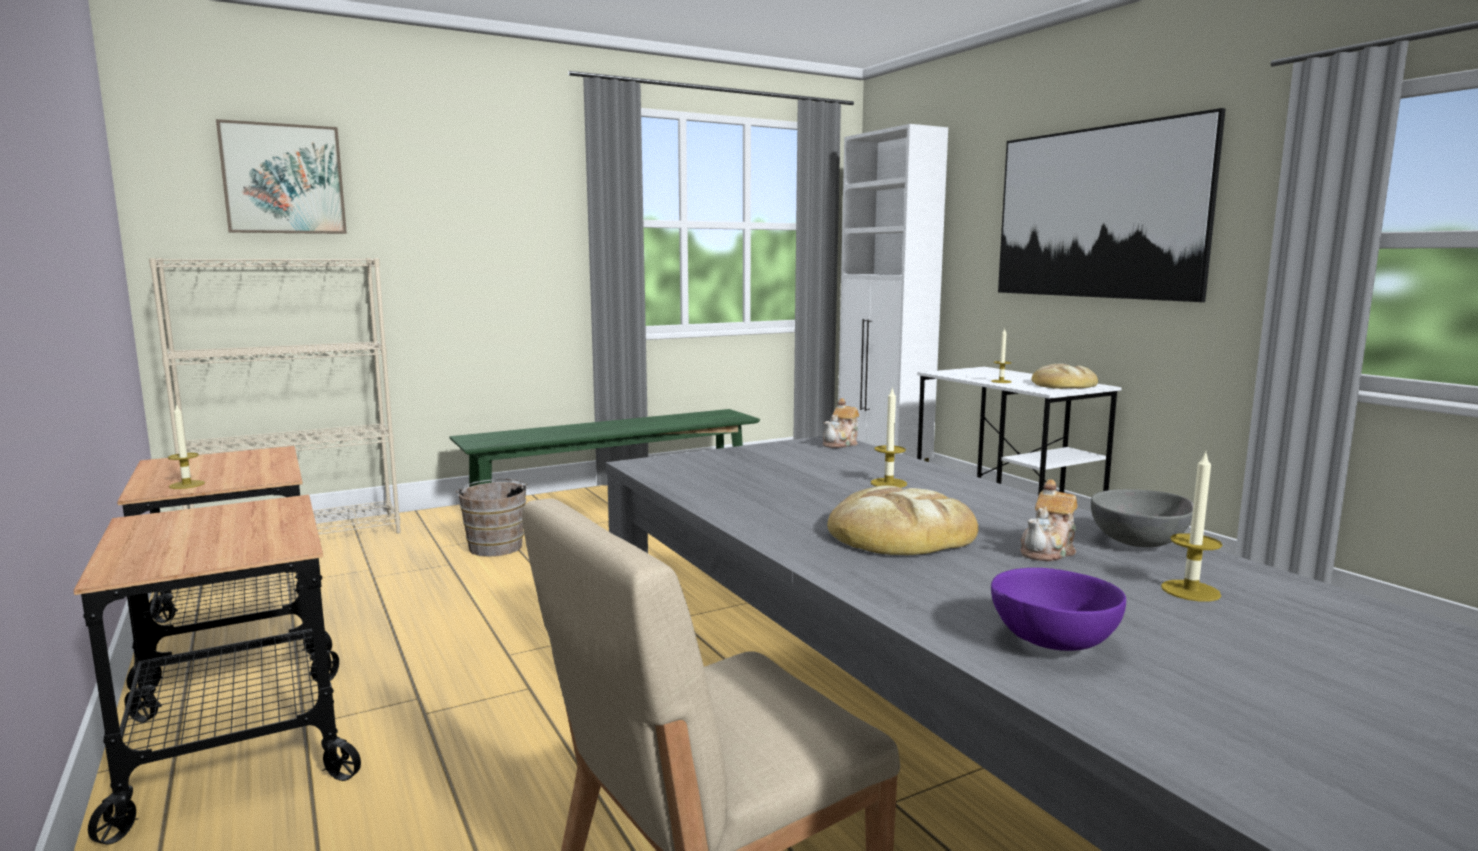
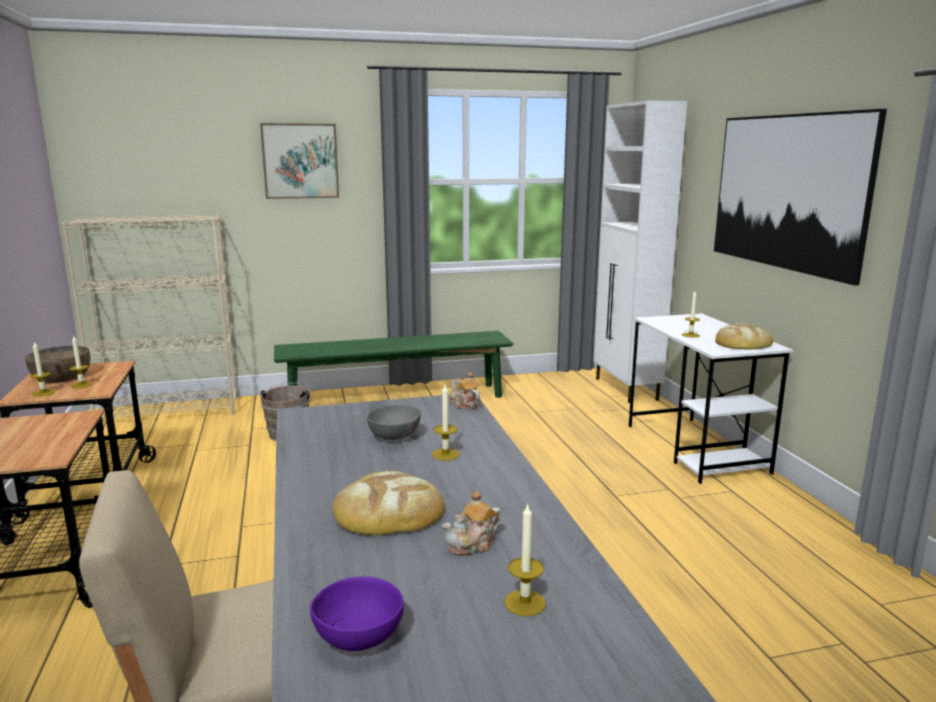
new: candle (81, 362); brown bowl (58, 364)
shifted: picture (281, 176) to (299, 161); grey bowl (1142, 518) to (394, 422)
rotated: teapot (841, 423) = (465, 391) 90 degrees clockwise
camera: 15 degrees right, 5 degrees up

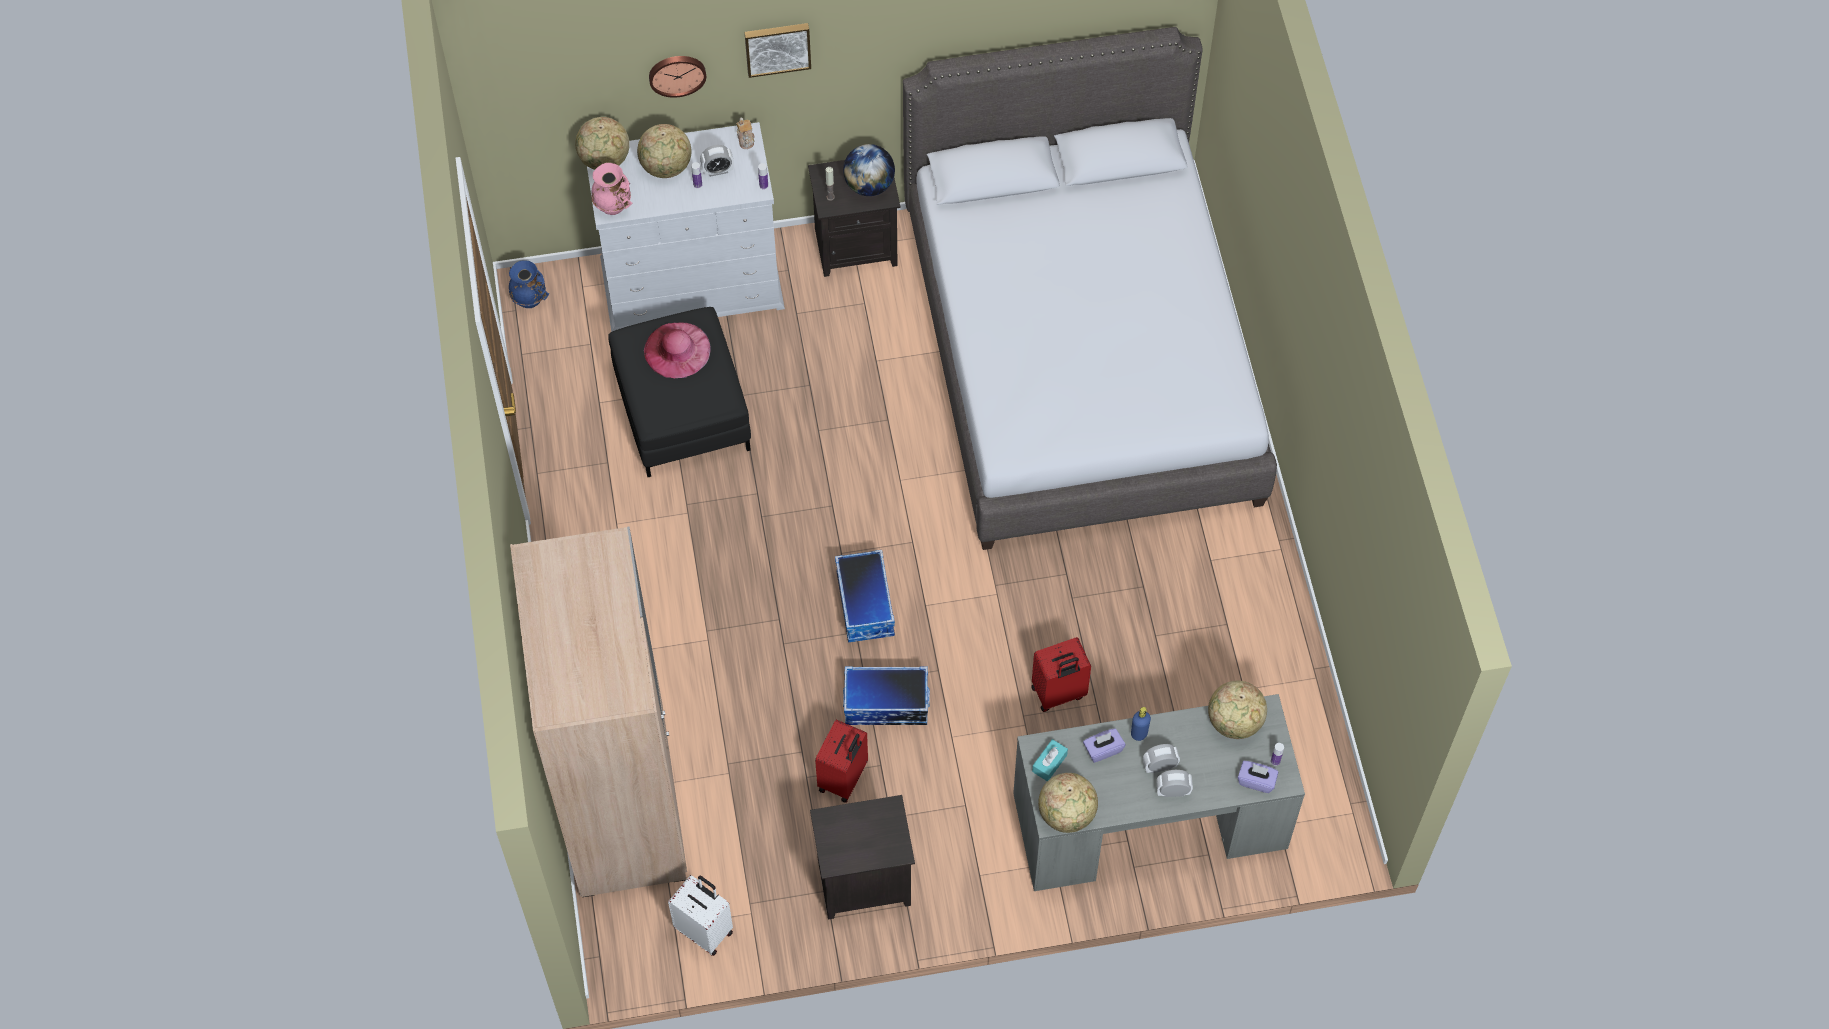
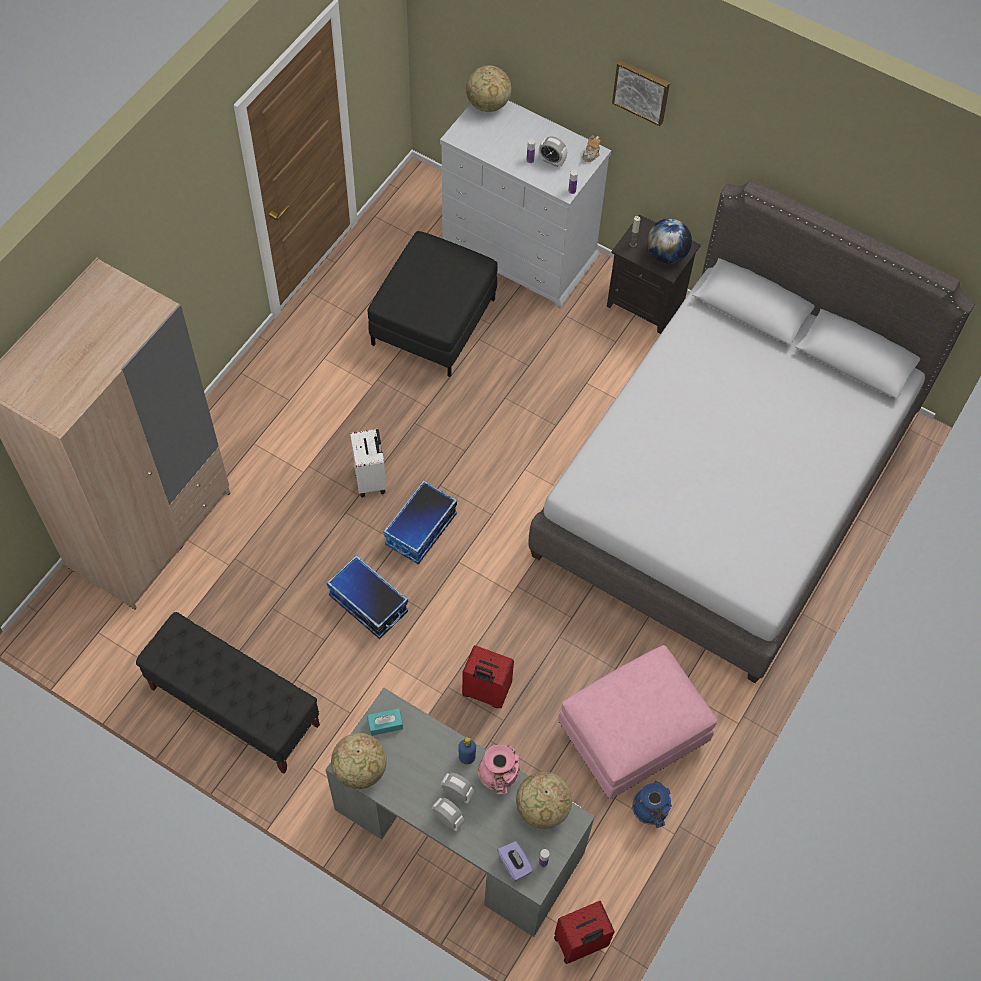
gone: wall clock (677, 77); globe (664, 151); pink hat (677, 350); purple tissue box (1104, 745)
new: pink ottoman (637, 722)
shifted: pink vase (611, 189) to (499, 769); blue vase (529, 284) to (652, 804); red suitcase (841, 761) to (584, 932); white suitcase (700, 915) to (368, 463)
swapped: black nightstand (862, 857) to black bench (228, 693)
camera: 40 degrees right, 0 degrees up

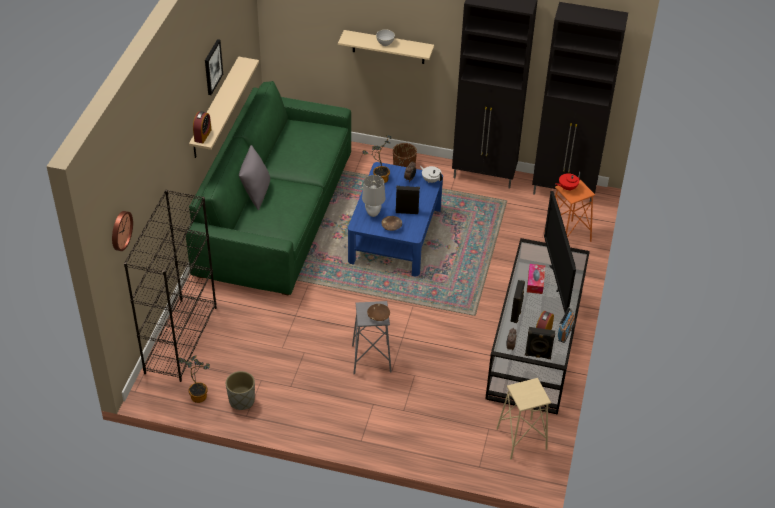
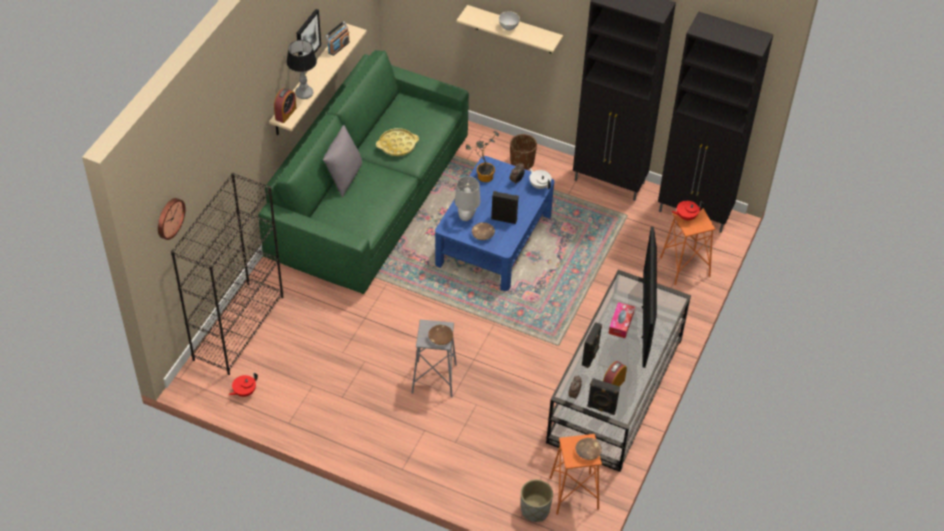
new: table lamp (301, 69); yellow tray (397, 142); brown bowl (588, 449)
shifted: radio (566, 325) to (337, 38); grey planter (240, 390) to (537, 500)
swapped: potted plant (194, 379) to red teapot (243, 385)
repainted: beige stool (523, 418) to orange stool (576, 474)
camera: 10 degrees right, 5 degrees up

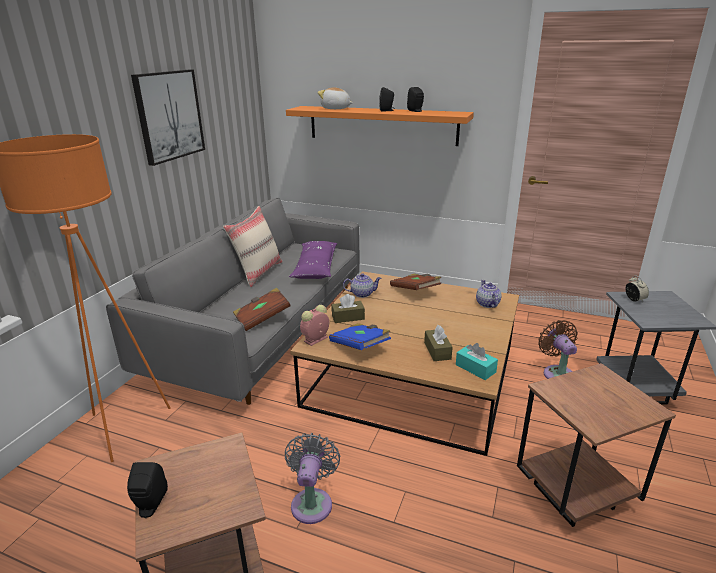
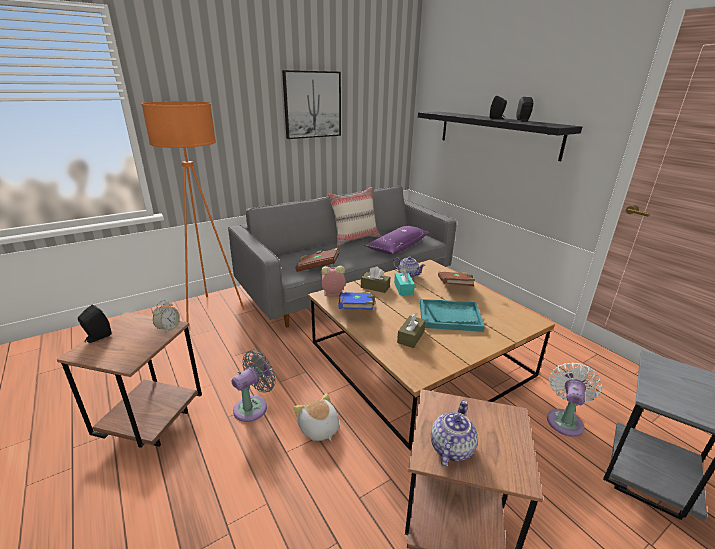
new: turquoise tray (452, 315)
shifted: plush toy (335, 98) to (316, 417); alarm clock (637, 288) to (166, 316); teapot (489, 294) to (454, 433); turquoise tissue box (477, 361) to (404, 281)
repainted: orange shelf (380, 126) to black shelf (500, 136); brown fan (558, 349) to white fan (574, 399)
camera: 35 degrees right, 0 degrees up

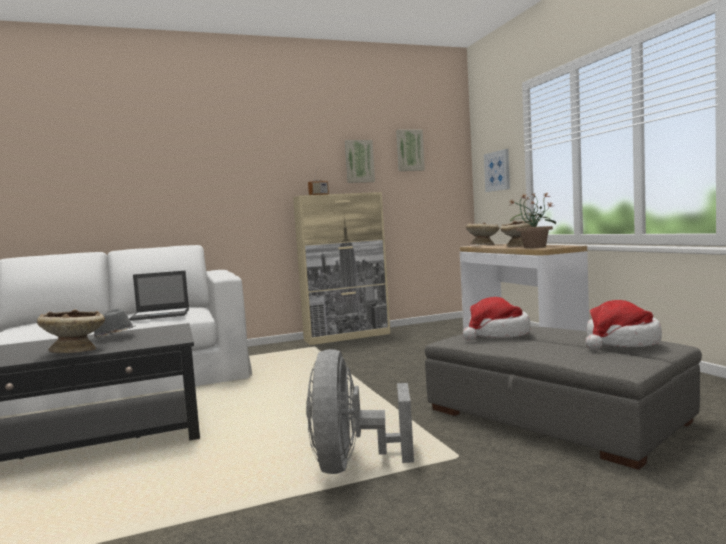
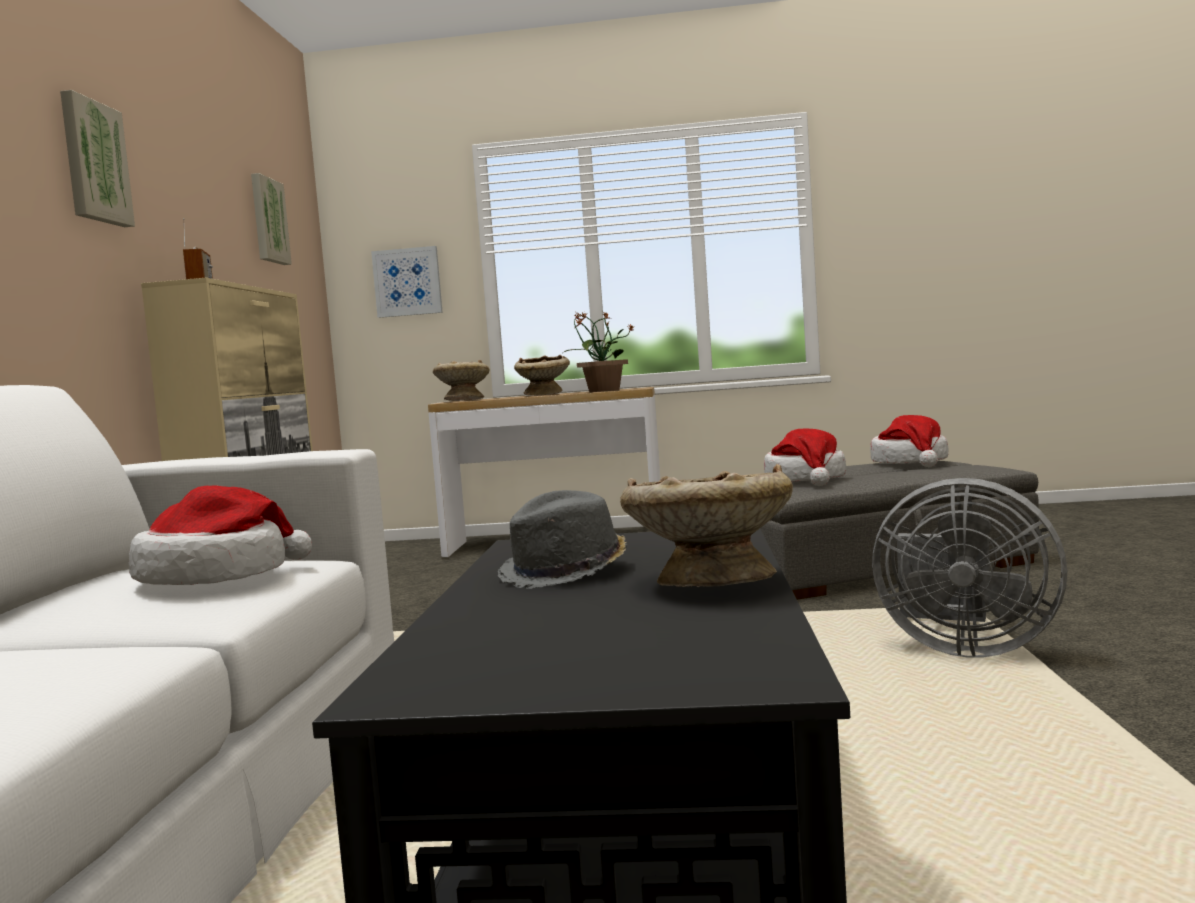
shifted: picture (360, 161) to (97, 158)
swapped: laptop (159, 296) to hat (220, 535)
camera: 65 degrees left, 0 degrees up

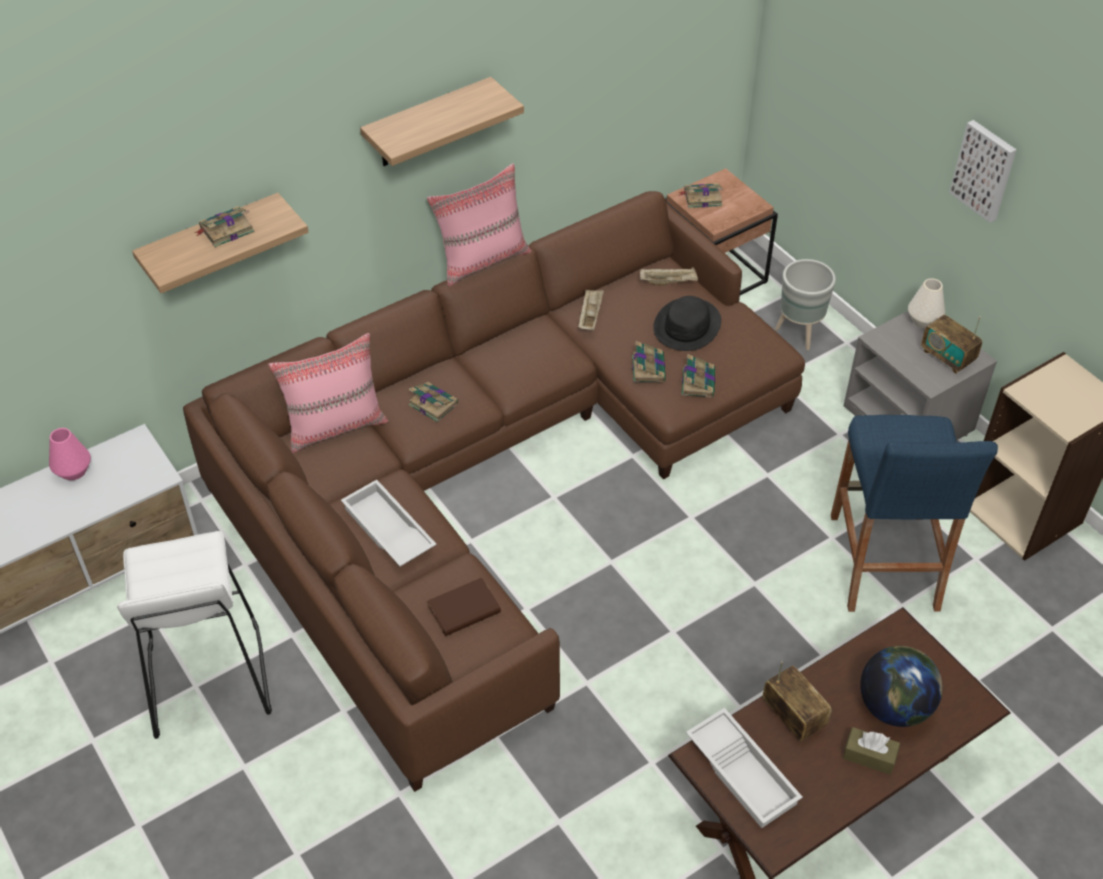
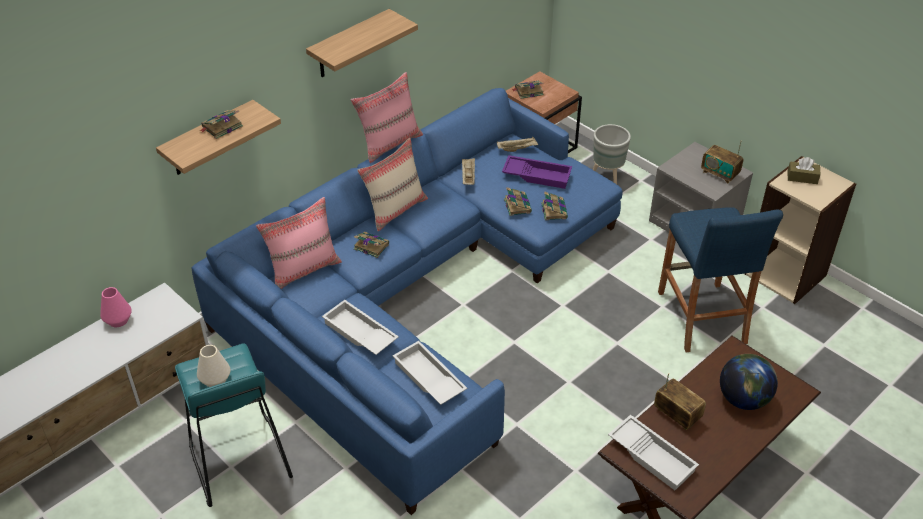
gone: picture (983, 171)
new: beige pillow (392, 185)
shifted: white vase (926, 303) to (213, 366); brown tissue box (871, 751) to (804, 170)
swapped: black hat (687, 323) to purple tray (537, 172); brown book (464, 607) to white tray (430, 373)
repainted: brown sofa (494, 491) to blue sofa (407, 301); white stool (194, 635) to turquoise stool (234, 425)
camera: 10 degrees left, 5 degrees down

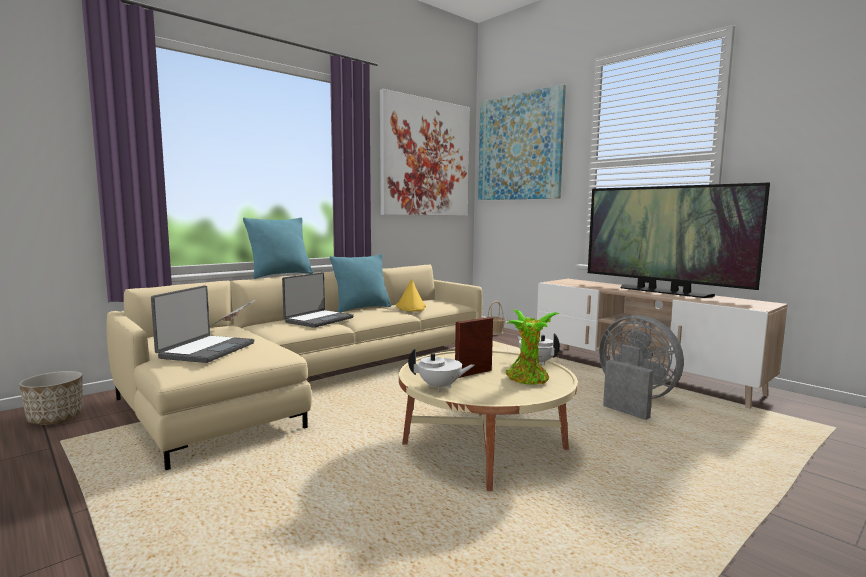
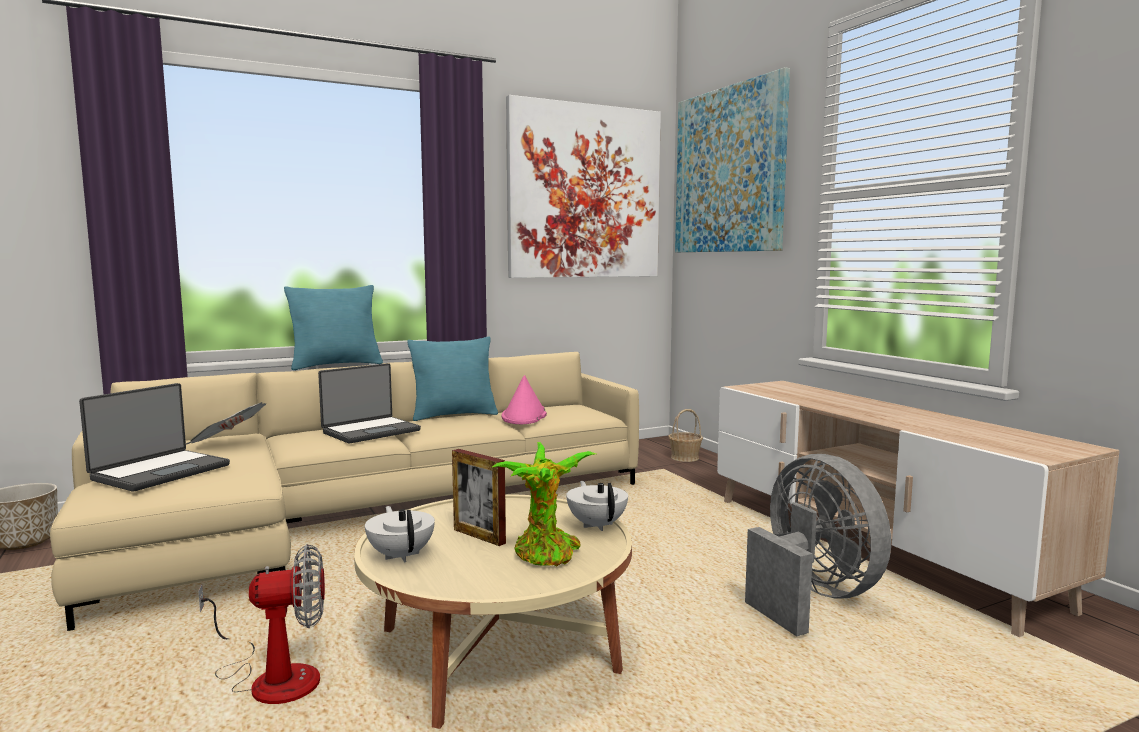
gone: television (679, 240)
new: fan (261, 624)
repainted: yellow hat (411, 295) to pink hat (524, 399)
rotated: picture frame (474, 347) = (479, 497) 120 degrees counterclockwise; white teapot (441, 369) = (400, 534) 135 degrees counterclockwise
camera: 15 degrees right, 0 degrees up

